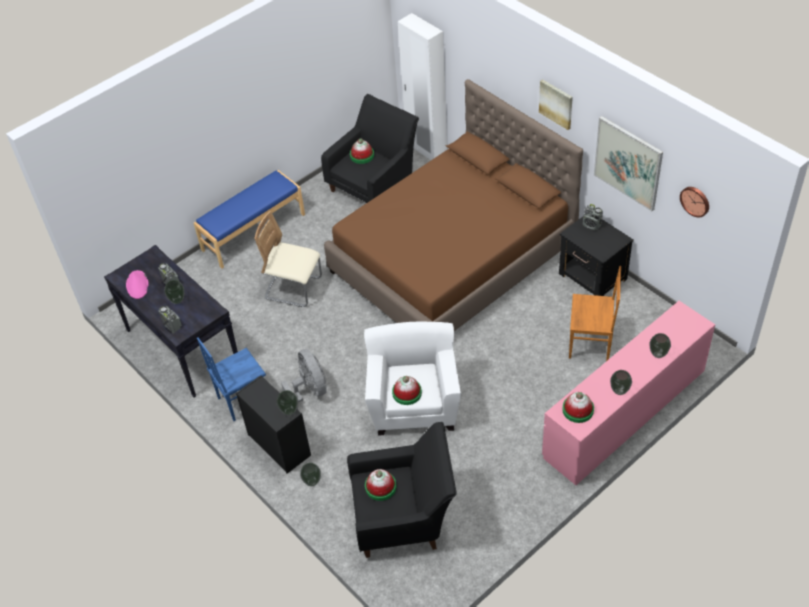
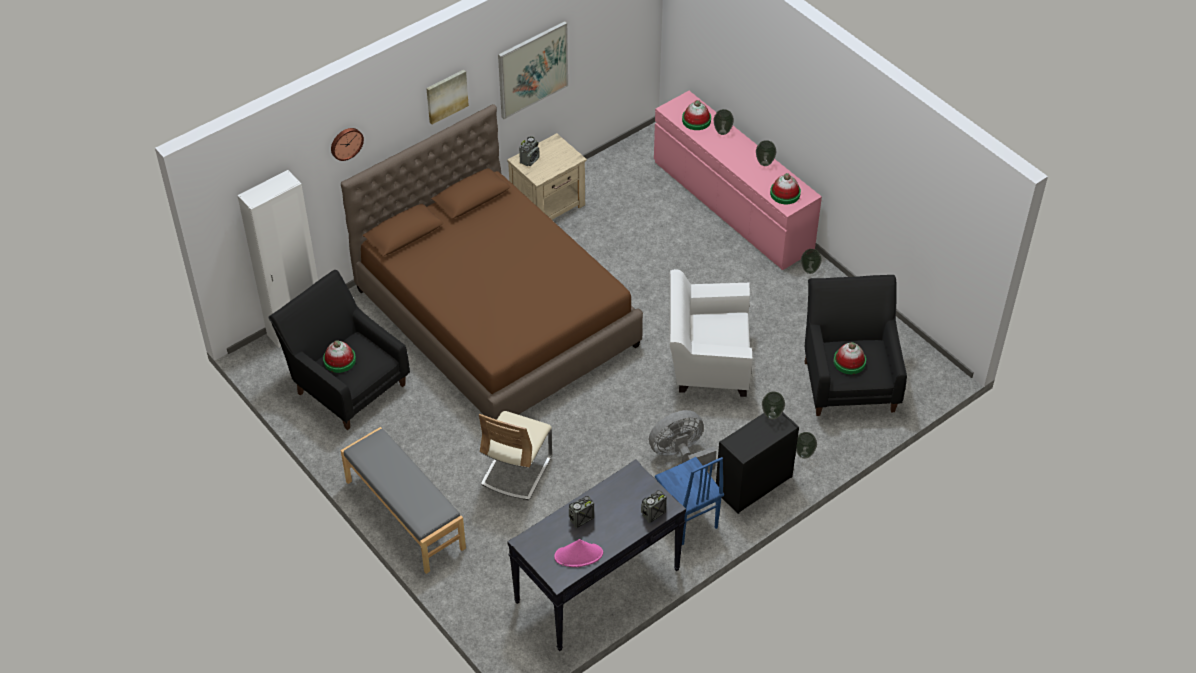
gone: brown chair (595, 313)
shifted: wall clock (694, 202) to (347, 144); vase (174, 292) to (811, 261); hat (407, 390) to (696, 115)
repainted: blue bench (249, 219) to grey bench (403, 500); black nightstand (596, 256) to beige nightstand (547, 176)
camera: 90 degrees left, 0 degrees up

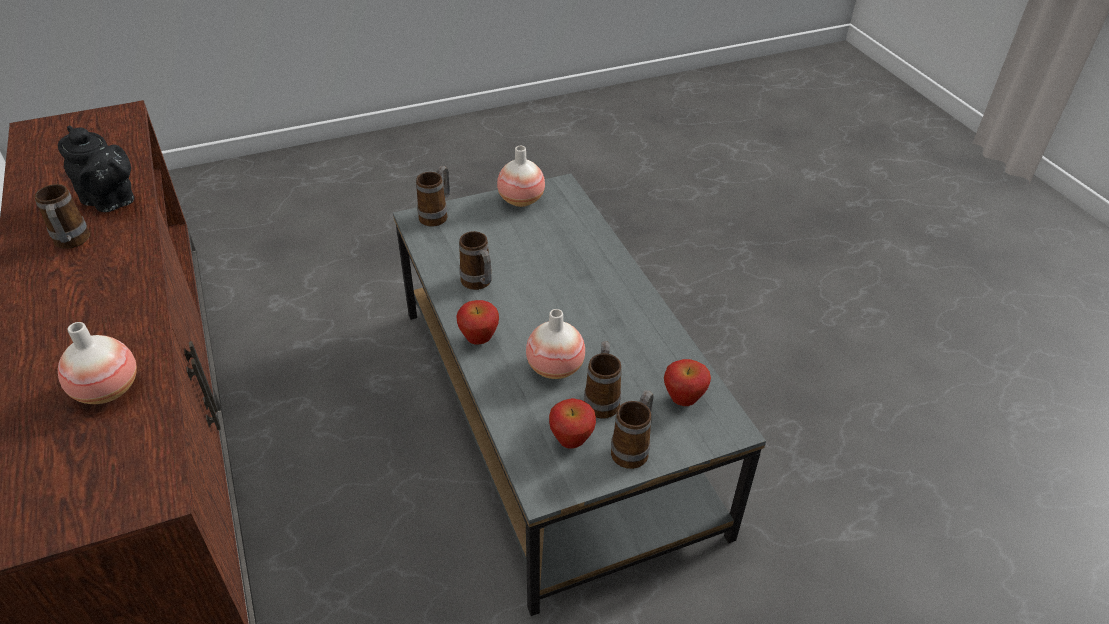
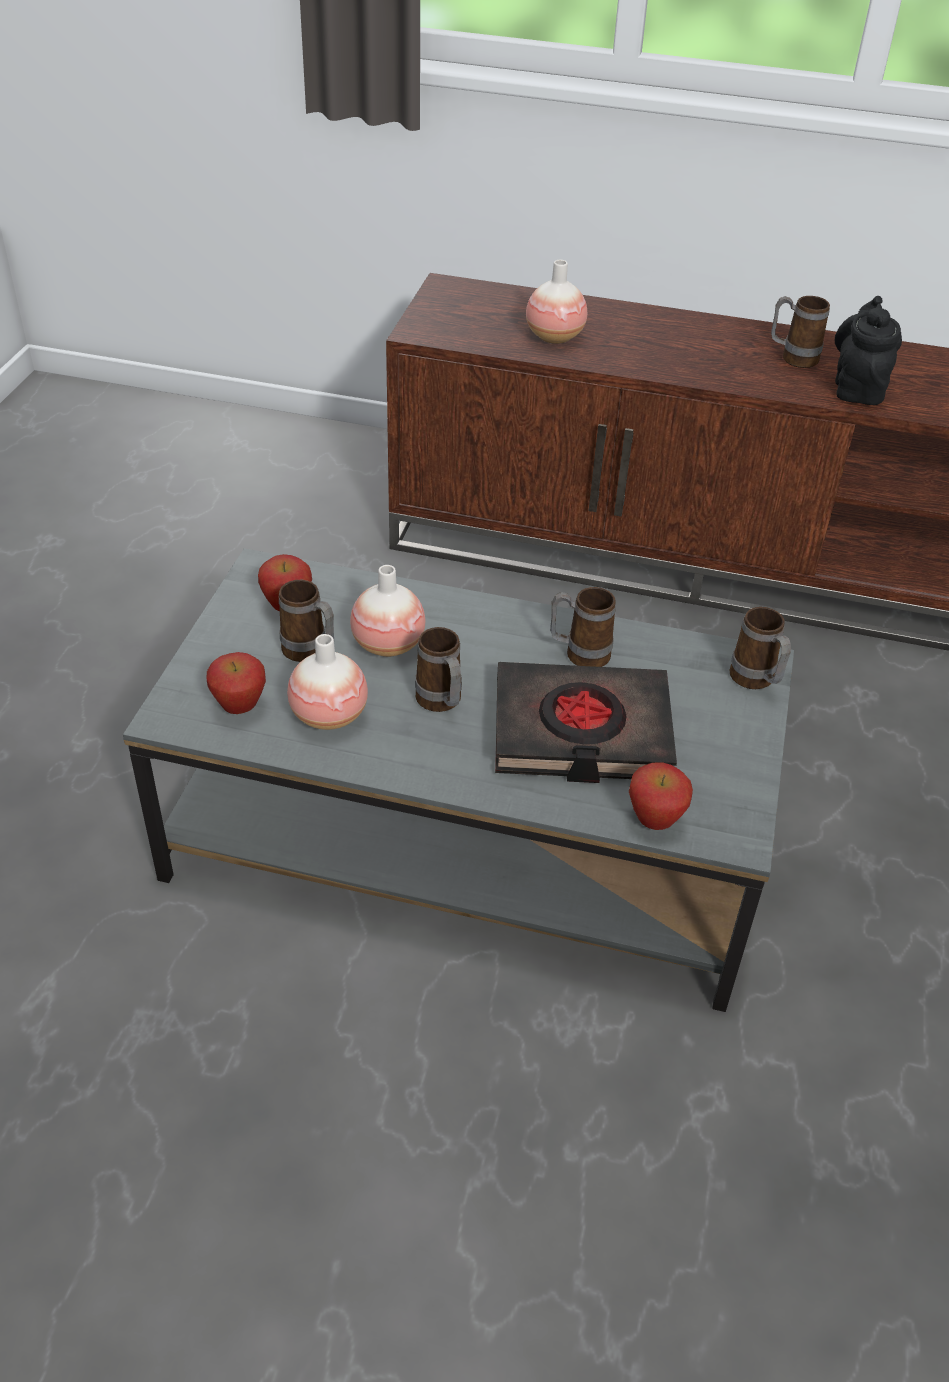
new: black book (586, 722)
shifted: vase (521, 176) to (327, 682); apple (477, 322) to (661, 796); mug (632, 429) to (438, 669)
rotated: black teapot (96, 169) = (868, 350) 120 degrees clockwise
camera: 125 degrees right, 0 degrees up

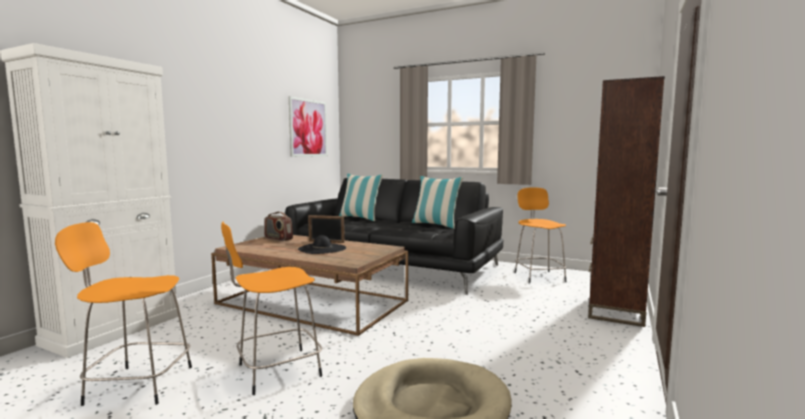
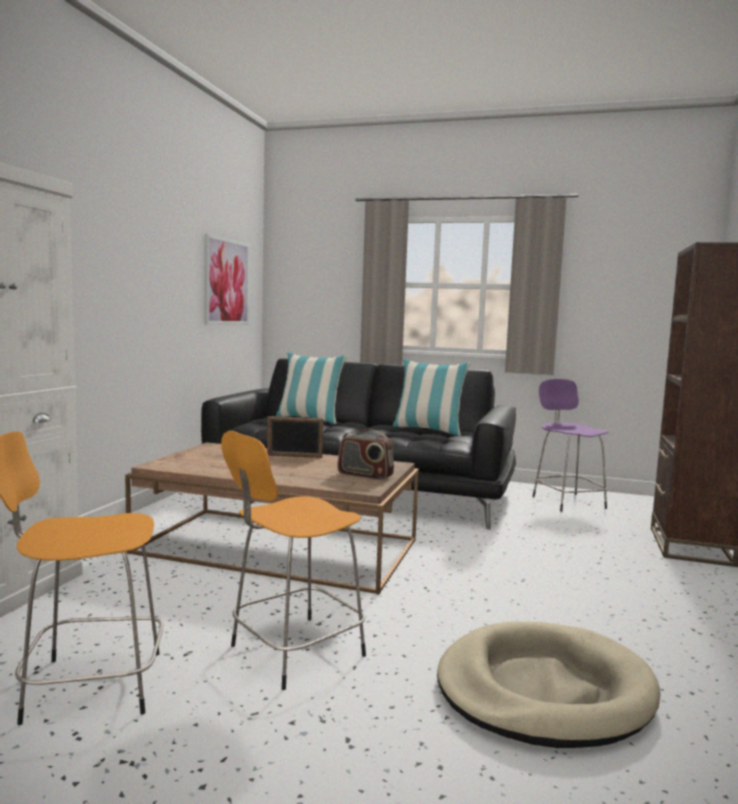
gone: black hat (322, 244)
shifted: radio (279, 226) to (366, 454)
repainted: orange stool (540, 236) to purple stool (570, 445)
camera: 10 degrees left, 0 degrees up

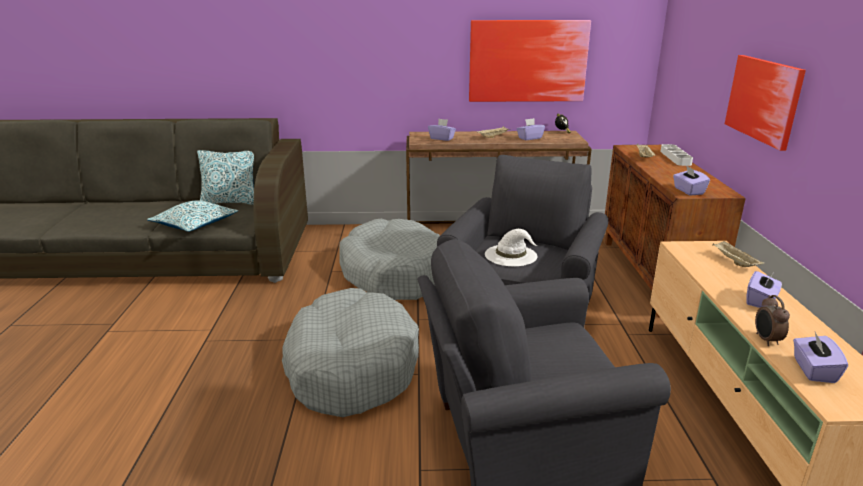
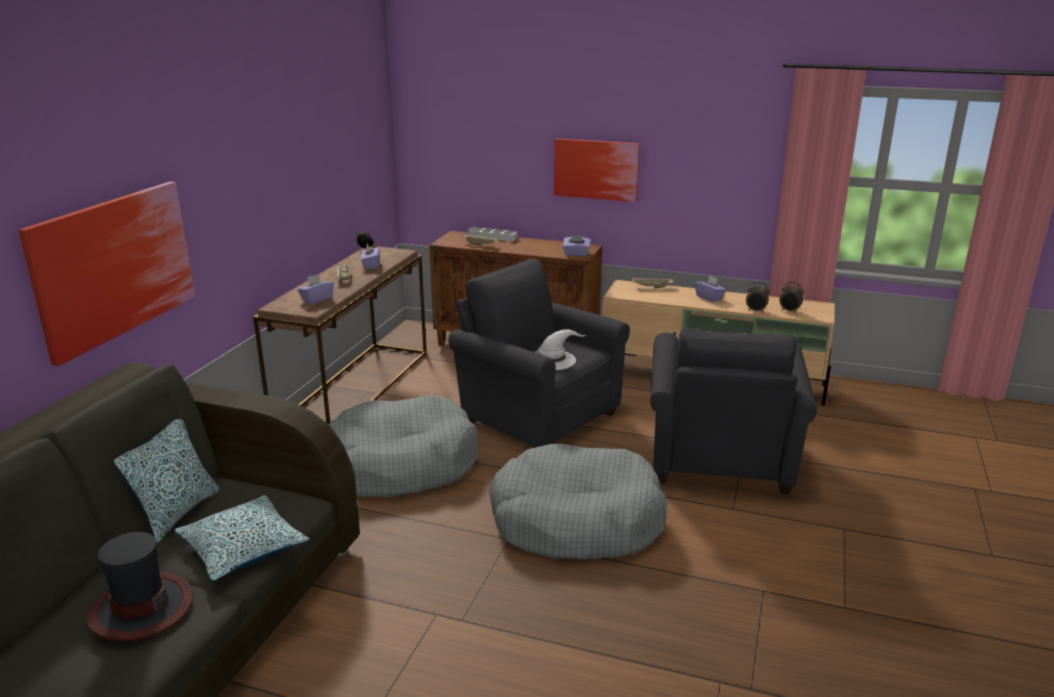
new: hat (140, 586)
shifted: picture (530, 61) to (107, 274)
swapped: purple tissue box (820, 357) to alarm clock (791, 297)
camera: 70 degrees left, 0 degrees up

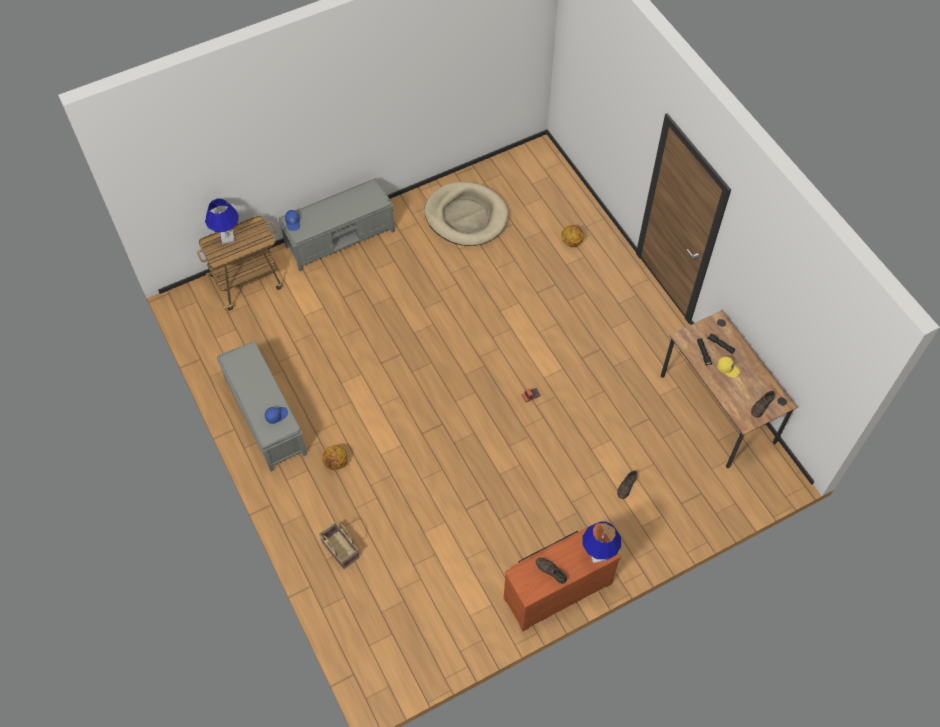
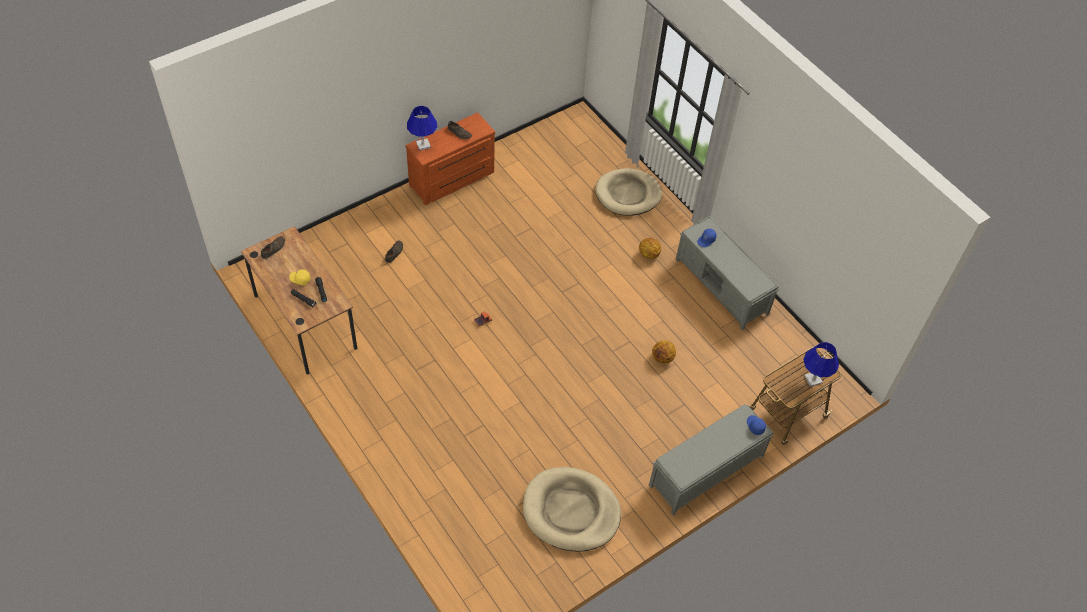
shifted: basketball (572, 236) to (664, 352)
swapped: basket (339, 545) to beige dog bed (628, 191)
camera: 170 degrees right, 5 degrees down

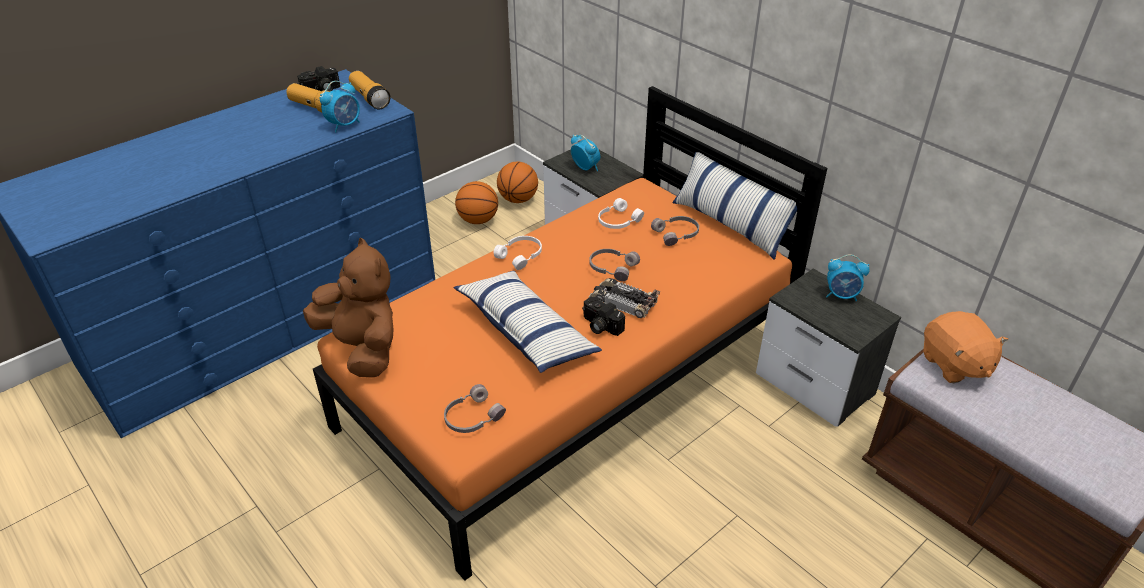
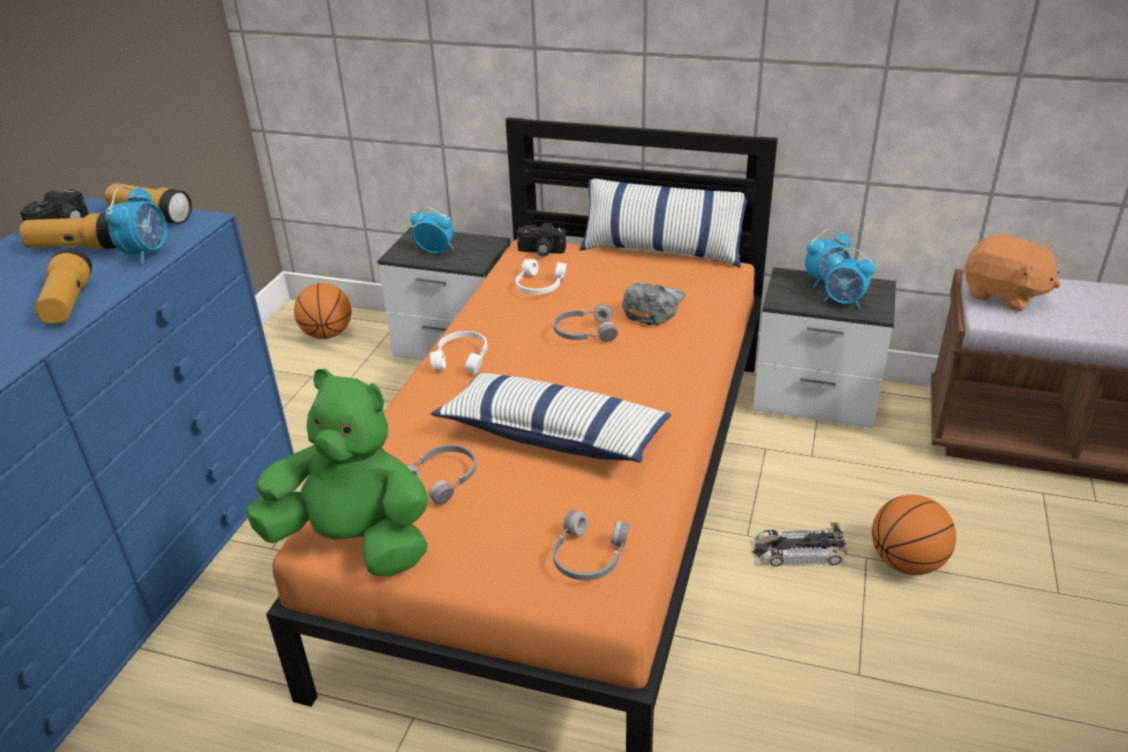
new: flashlight (63, 286); alarm clock (849, 278); grey cap (653, 304)
shifted: basketball (476, 202) to (914, 535); grey headphones (675, 231) to (440, 475); toy car (624, 298) to (800, 544); photo camera (603, 316) to (541, 239)
repainted: brown plush toy (348, 307) to green plush toy (336, 472)
camera: 30 degrees left, 5 degrees down

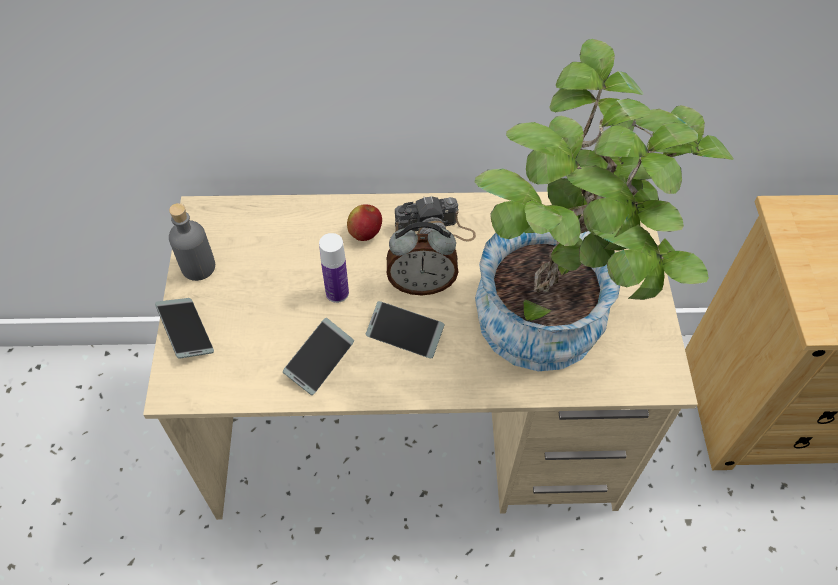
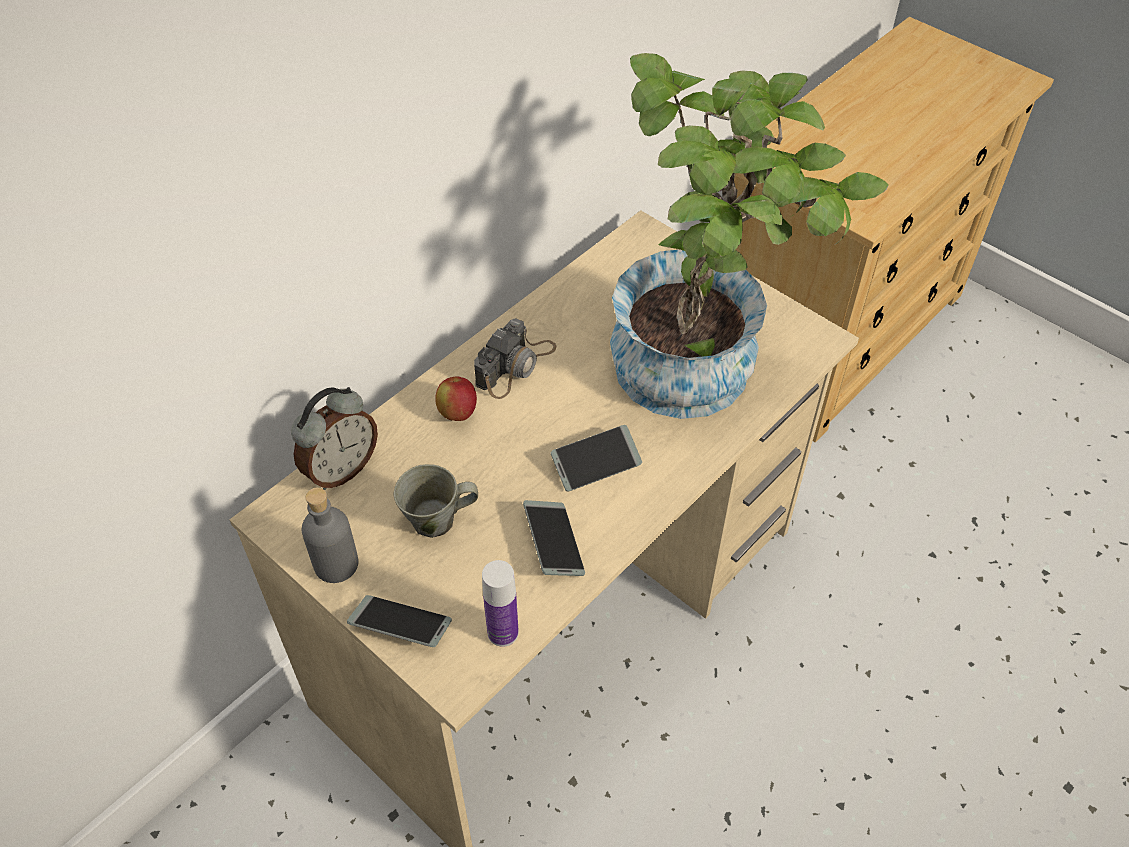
new: grey mug (436, 501)
shifted: alarm clock (422, 258) to (334, 438); bottle (334, 268) to (500, 603)
camera: 45 degrees left, 5 degrees down

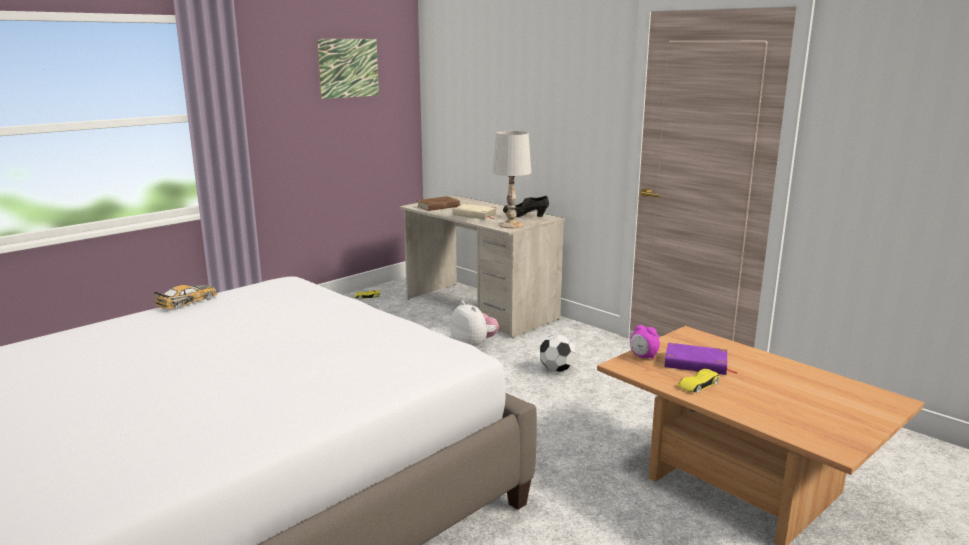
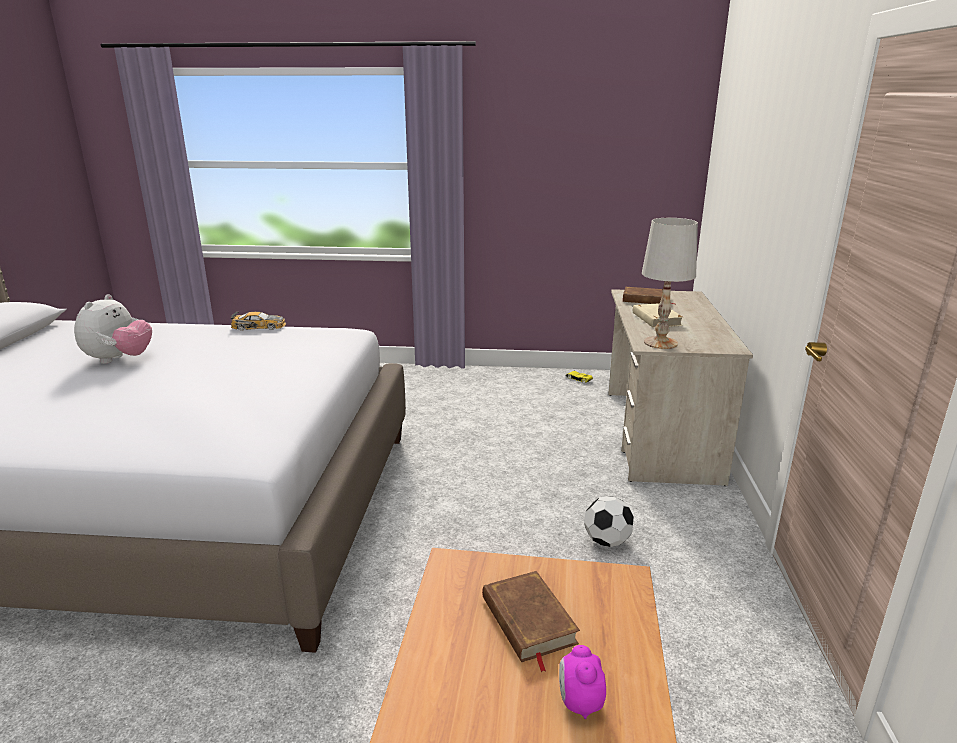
gone: picture (348, 69); black shoe (526, 206); yellow toy car (699, 381)
shifted: plush toy (474, 324) to (113, 329); alarm clock (645, 342) to (582, 682)
repainted: purple book (700, 359) to brown book (531, 621)
camera: 50 degrees right, 5 degrees up

